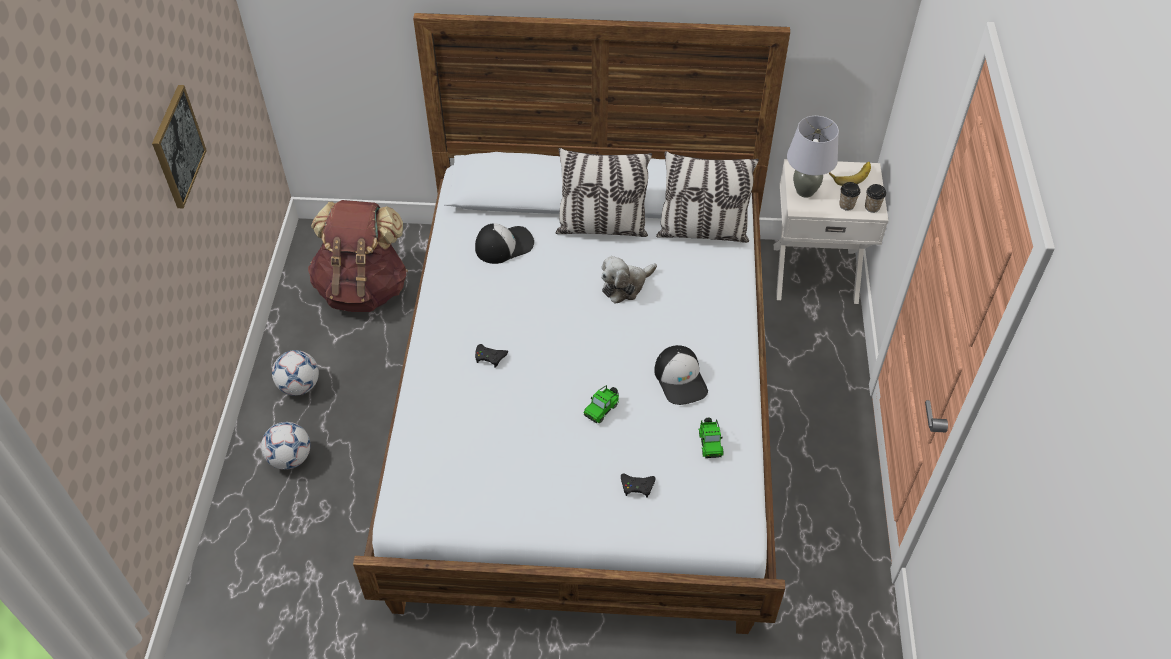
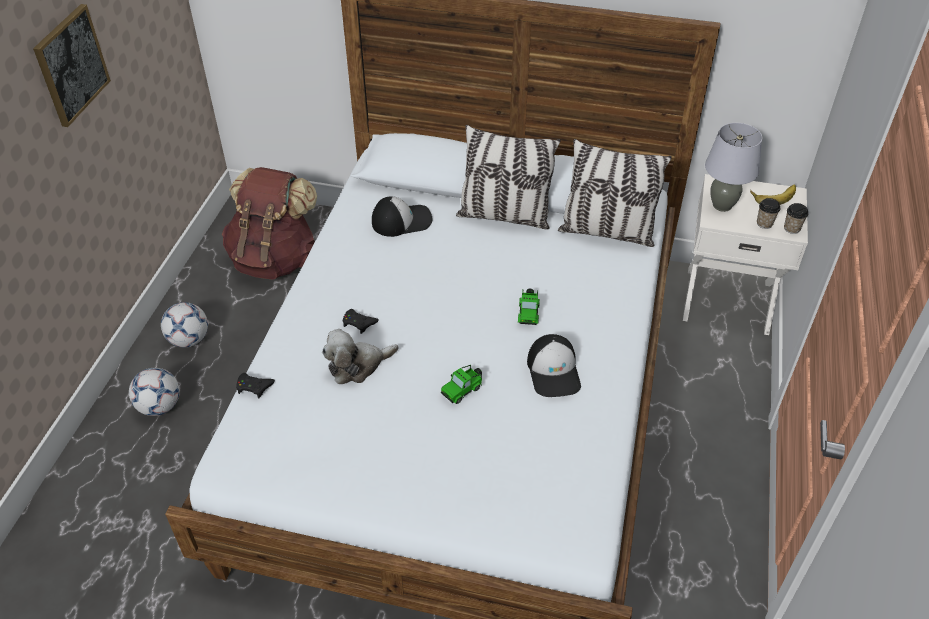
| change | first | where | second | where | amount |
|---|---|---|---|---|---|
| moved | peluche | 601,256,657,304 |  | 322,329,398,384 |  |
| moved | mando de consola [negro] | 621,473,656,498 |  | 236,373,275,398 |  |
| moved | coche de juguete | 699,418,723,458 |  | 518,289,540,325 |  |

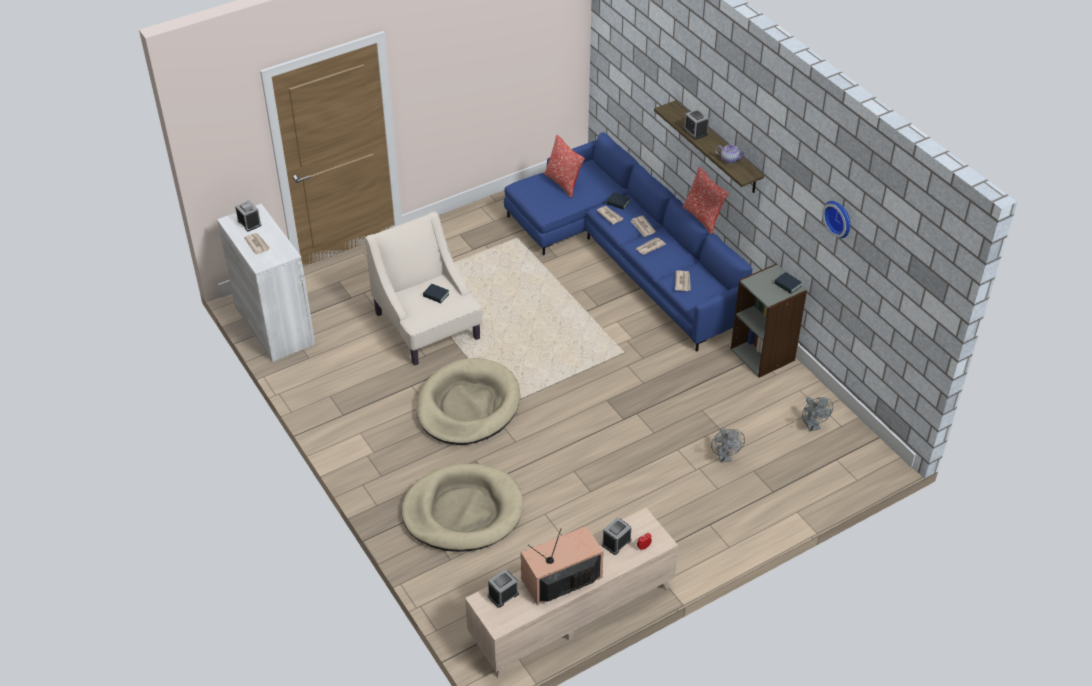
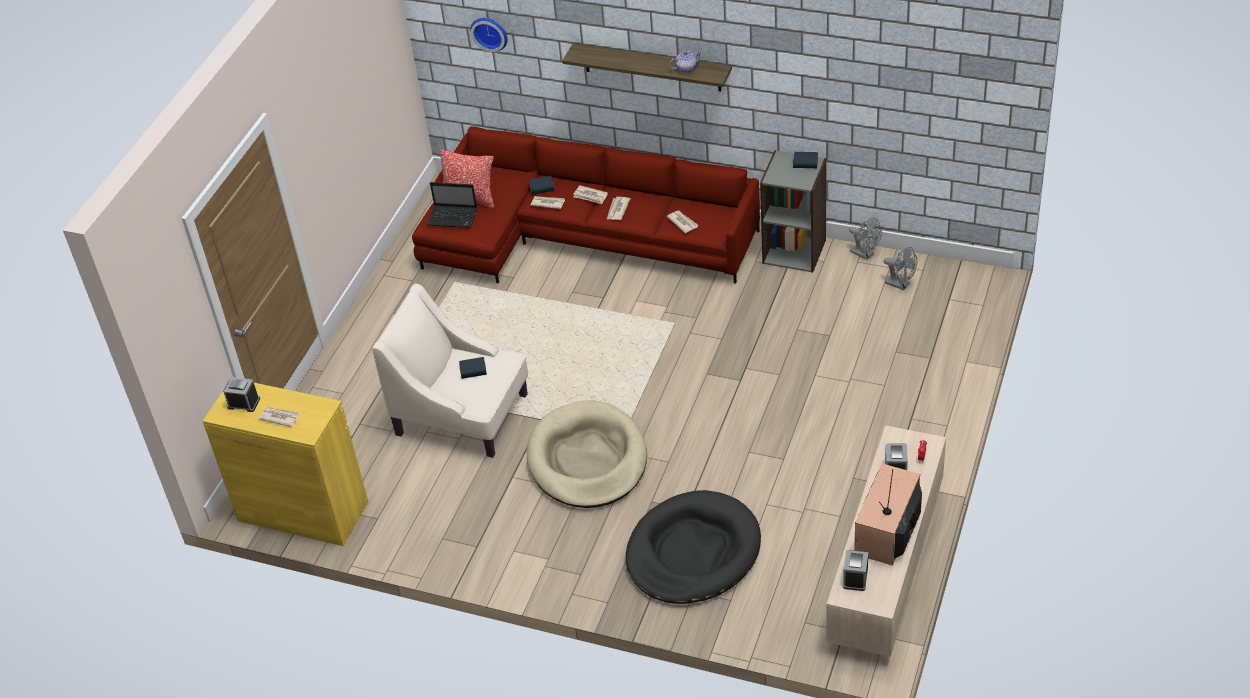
| change | first | where | second | where | amount |
|---|---|---|---|---|---|
| recoloured | armario [blanco] | 217,204,315,362 | armario [amarillo] | 203,383,368,546 |  |
| recoloured | cama para perro [beis] | 402,463,524,552 | cama para perro [negro] | 626,490,761,604 |  |
| recoloured | sofá [azul] | 504,132,752,352 | sofá [rojo] | 412,126,760,284 |  |
| removed | cojín | 683,167,729,235 |  |  |  |
| removed | despertador | 684,109,709,140 |  |  |  |
| moved | ventilador [gris] | 711,427,745,463 |  | 849,217,882,260 |  |
| moved | reloj de pared | 822,201,850,238 |  | 470,18,508,52 |  |
| added |  |  | portátil | 427,182,477,228 |  |

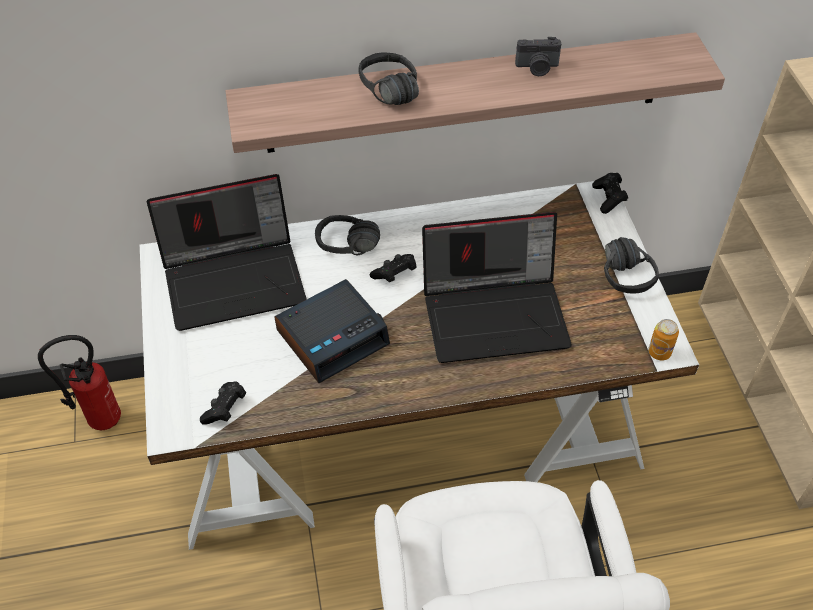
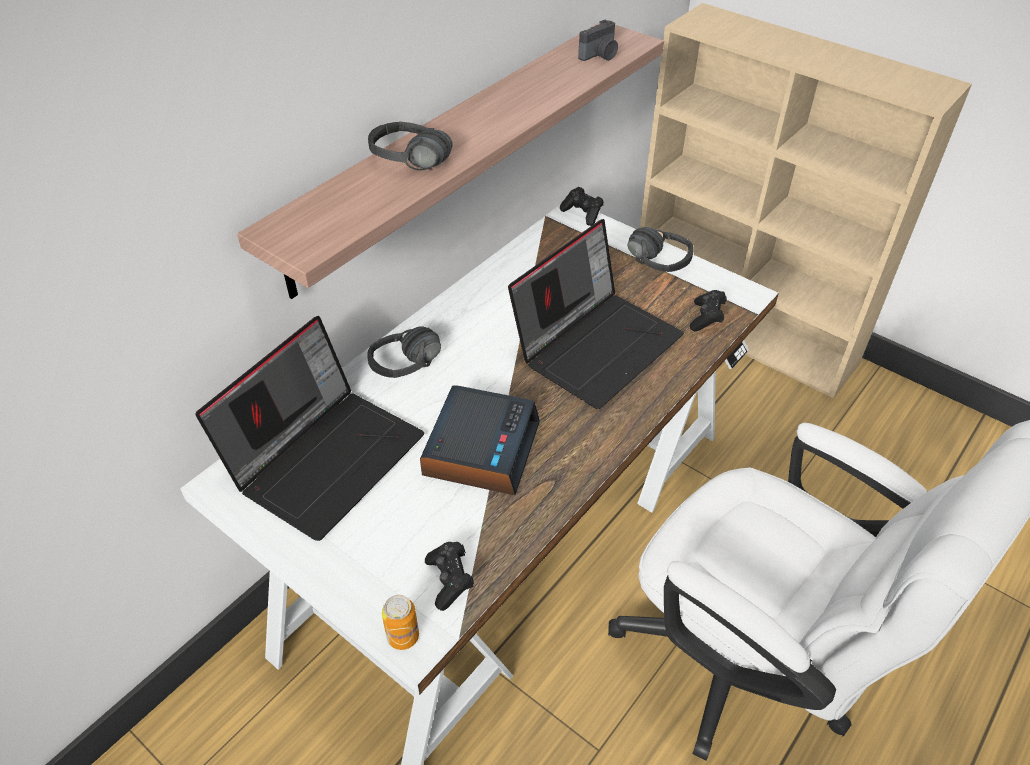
| change | first | where | second | where | amount |
|---|---|---|---|---|---|
| removed | extintor | 38,335,121,431 |  |  |  |
| moved | mando de consola [negro] | 370,254,417,282 |  | 690,290,727,331 |  |
| moved | cámara | 515,37,561,76 |  | 578,19,618,61 |  |
| moved | lata | 648,319,679,361 |  | 382,595,419,650 |  |

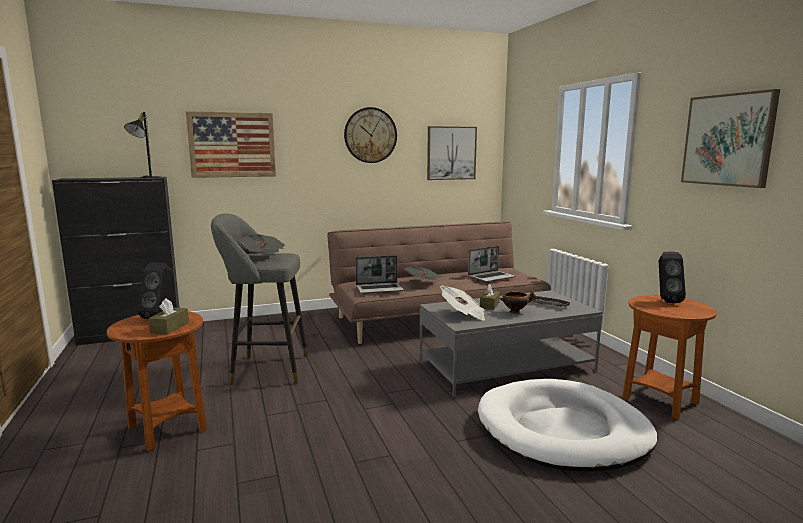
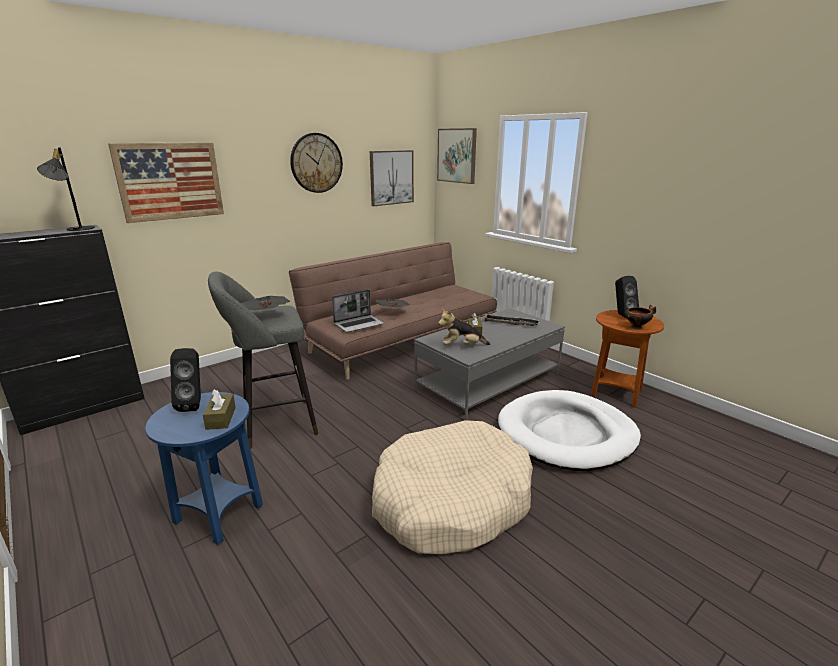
| change | first | where | second | where | amount |
|---|---|---|---|---|---|
| recoloured | mesa auxiliar [marrón] | 107,311,207,451 | mesa auxiliar [azul] | 145,392,263,545 |  |
| replaced | periódico | 440,286,485,321 | peluche | 438,309,490,345 |  |
| removed | portátil | 468,246,516,282 |  |  |  |
| moved | cuenco | 500,290,537,314 |  | 625,305,656,329 |  |
| moved | cuadro | 681,89,780,188 |  | 437,128,477,184 |  |
| added |  |  | cama para perro [beis] | 372,420,533,554 |  |

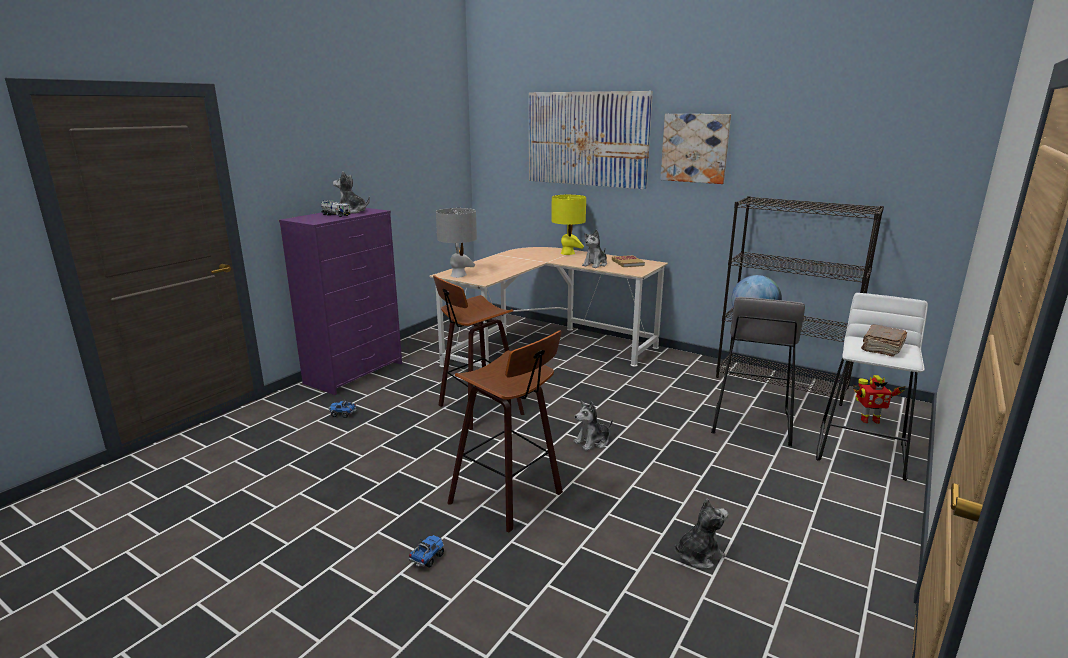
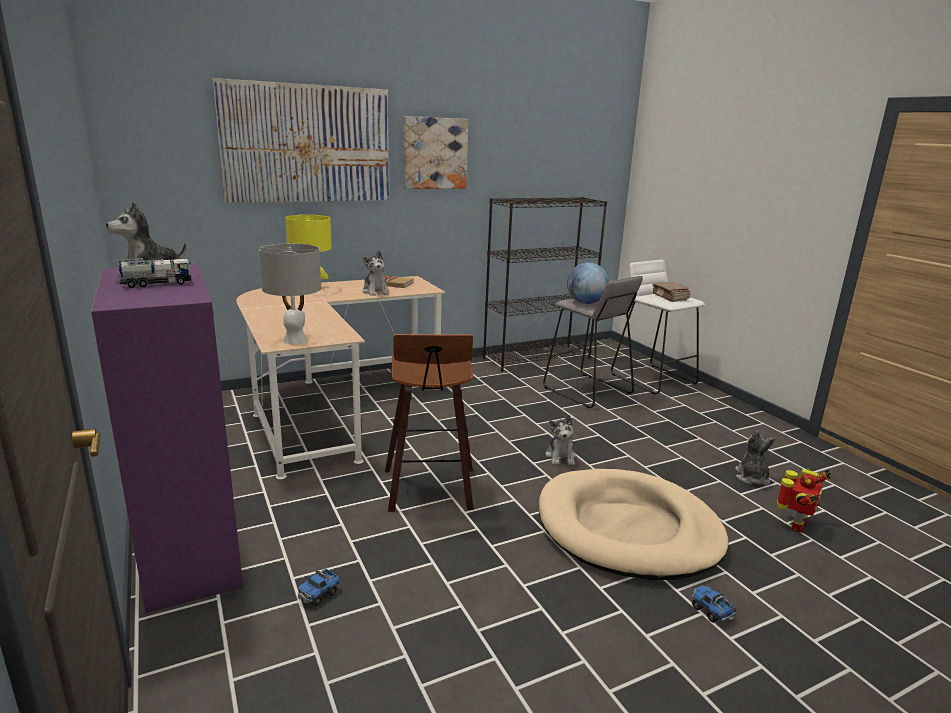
| change | first | where | second | where | amount |
|---|---|---|---|---|---|
| replaced | taburete | 447,330,563,533 | cama para perro [beis] | 539,469,728,580 |  |
| moved | robot de juguete | 853,375,906,424 |  | 777,469,831,533 |  |

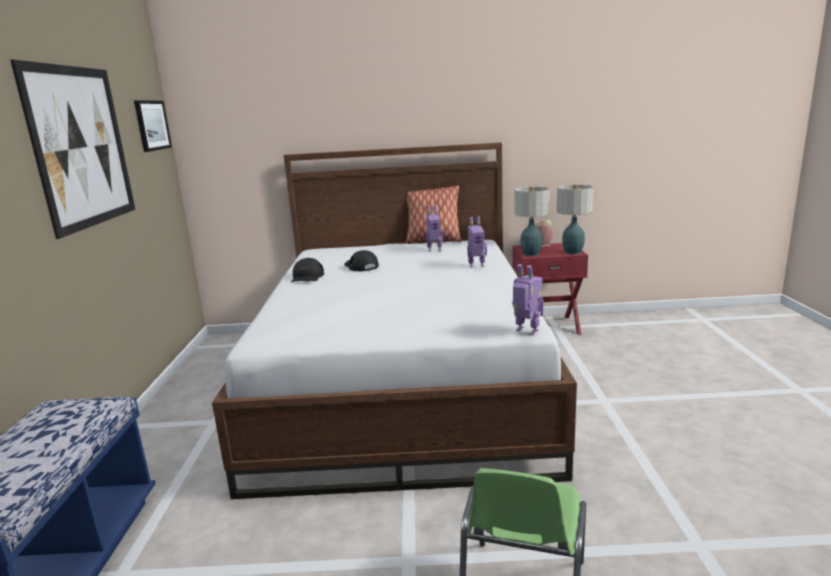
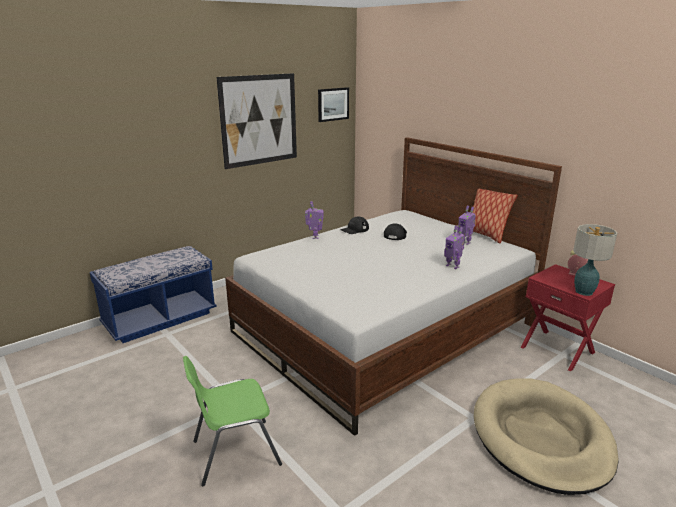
| change | first | where | second | where | amount |
|---|---|---|---|---|---|
| moved | robot de juguete | 512,264,544,334 |  | 305,201,324,239 |  |
| removed | lámpara de mesa | 514,186,550,256 |  |  |  |
| added |  |  | cama para perro [beis] | 474,378,619,495 |  |

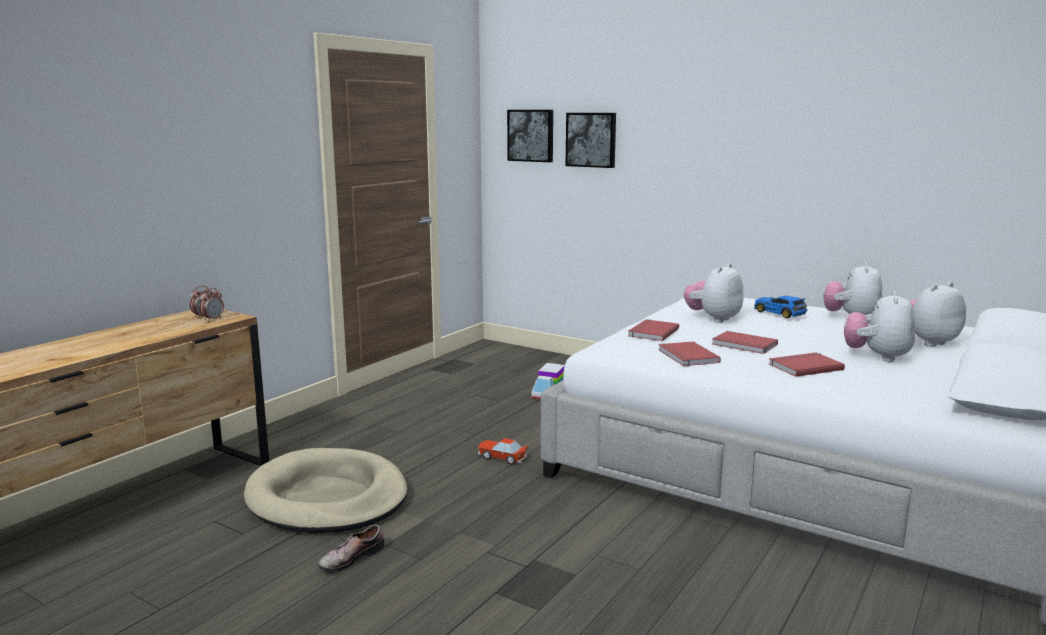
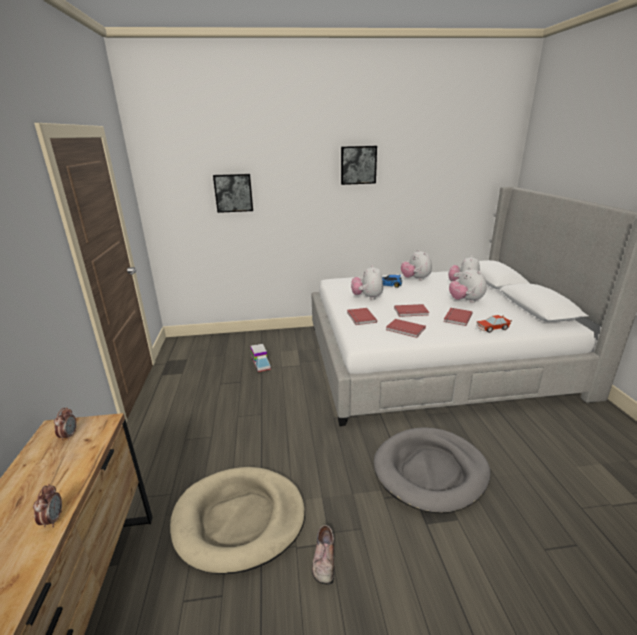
| change | first | where | second | where | amount |
|---|---|---|---|---|---|
| moved | despertador | 199,288,224,321 |  | 33,484,62,527 |  |
| moved | coche de juguete | 478,438,529,465 |  | 476,315,512,333 |  |
| moved | cuadro | 507,110,553,162 |  | 341,146,377,185 |  |
| added |  |  | cama para perro [gris] | 374,427,490,513 |  |

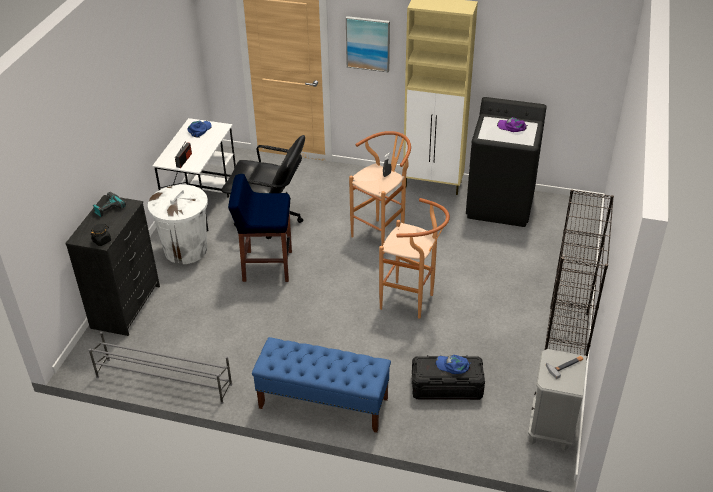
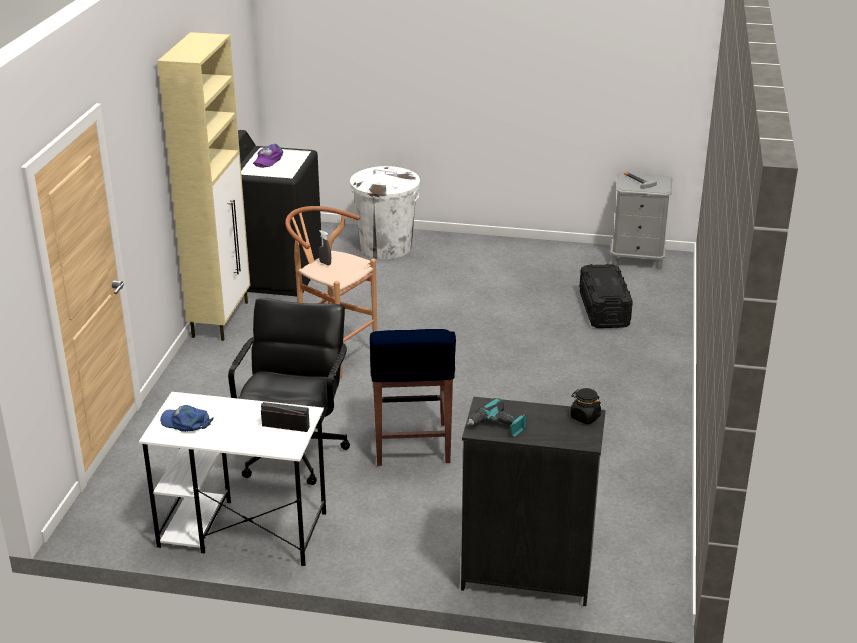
| change | first | where | second | where | amount |
|---|---|---|---|---|---|
| removed | zapatero [gris] | 89,332,232,404 |  |  |  |
| moved | papelera [blanco] | 148,184,208,264 |  | 350,166,420,259 |  |
| removed | banco [azul] | 252,337,391,433 |  |  |  |
| removed | cuadro | 346,16,390,72 |  |  |  |
| removed | taburete [marrón] | 379,198,450,319 |  |  |  |
| removed | gorra [azul] | 435,355,471,374 |  |  |  |
| removed | estantería [negro] | 545,190,614,362 |  |  |  |

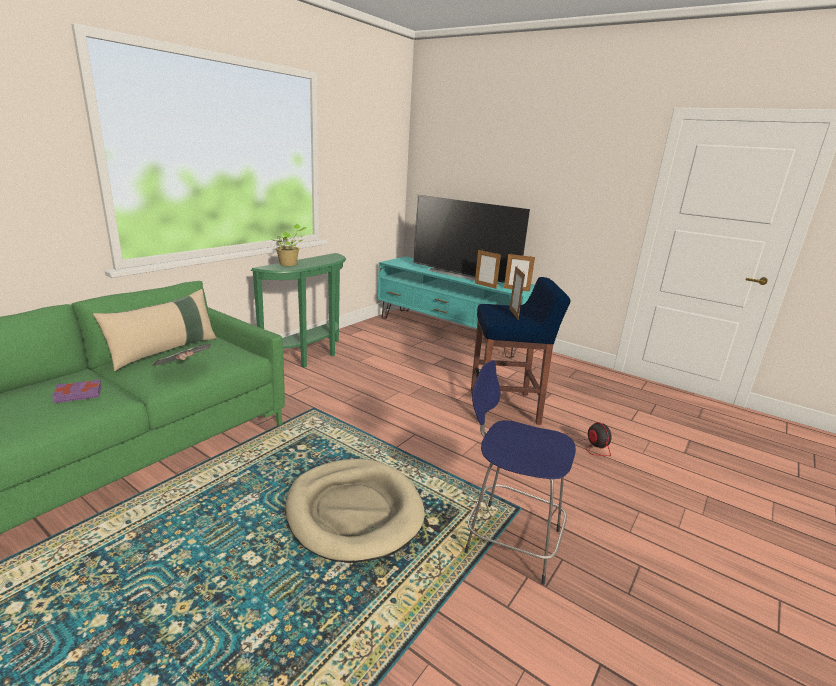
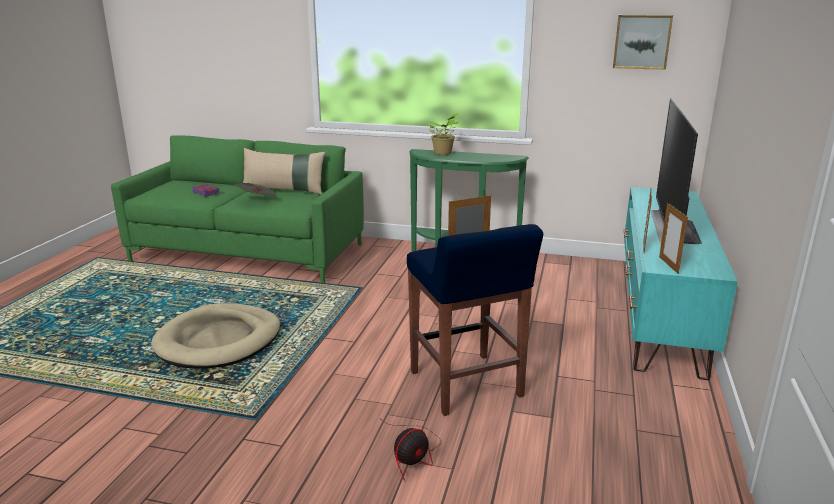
| change | first | where | second | where | amount |
|---|---|---|---|---|---|
| removed | taburete [azul] | 465,360,576,585 |  |  |  |
| added |  |  | cuadro | 613,15,673,70 |  |

